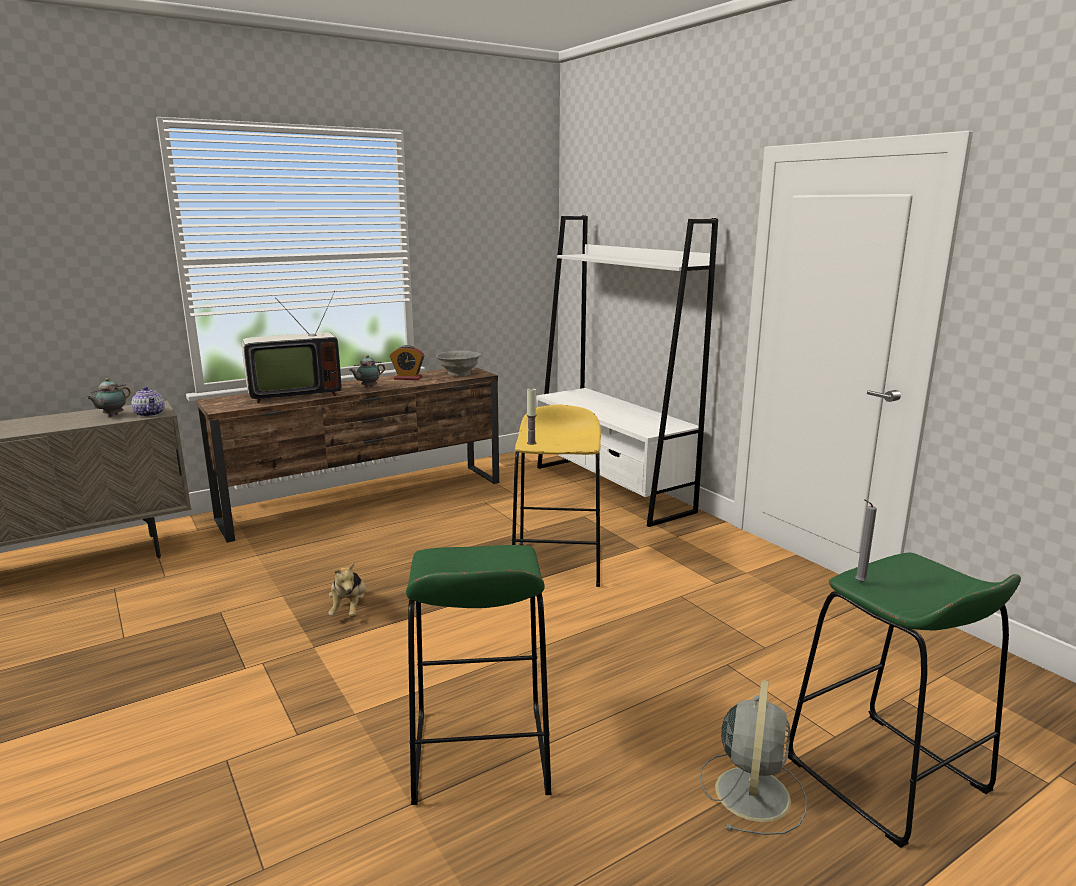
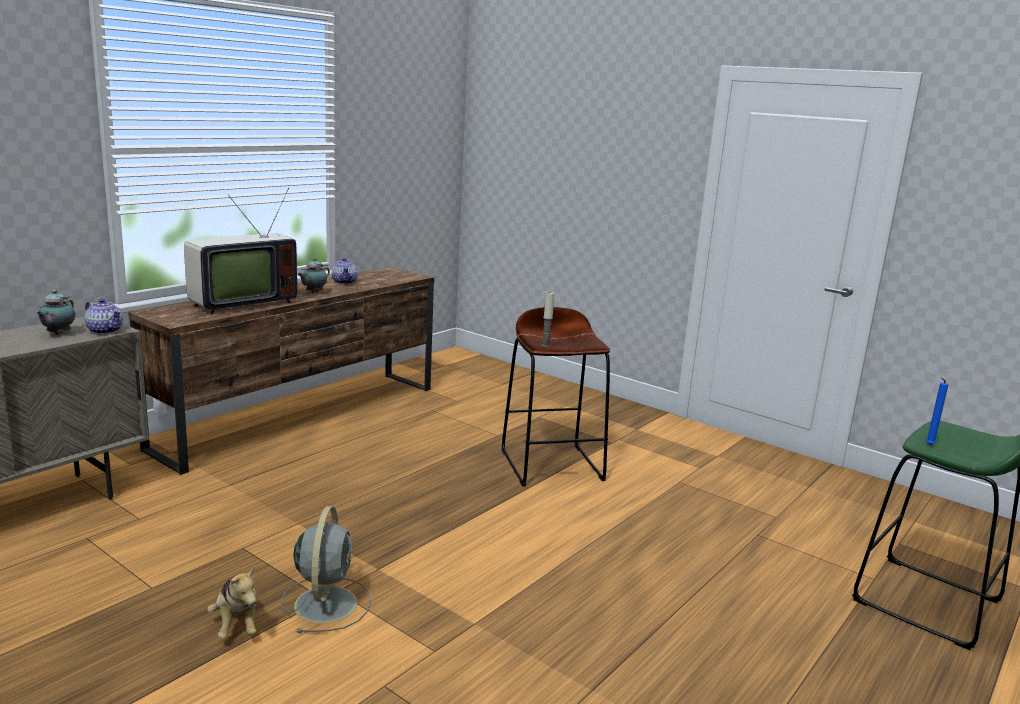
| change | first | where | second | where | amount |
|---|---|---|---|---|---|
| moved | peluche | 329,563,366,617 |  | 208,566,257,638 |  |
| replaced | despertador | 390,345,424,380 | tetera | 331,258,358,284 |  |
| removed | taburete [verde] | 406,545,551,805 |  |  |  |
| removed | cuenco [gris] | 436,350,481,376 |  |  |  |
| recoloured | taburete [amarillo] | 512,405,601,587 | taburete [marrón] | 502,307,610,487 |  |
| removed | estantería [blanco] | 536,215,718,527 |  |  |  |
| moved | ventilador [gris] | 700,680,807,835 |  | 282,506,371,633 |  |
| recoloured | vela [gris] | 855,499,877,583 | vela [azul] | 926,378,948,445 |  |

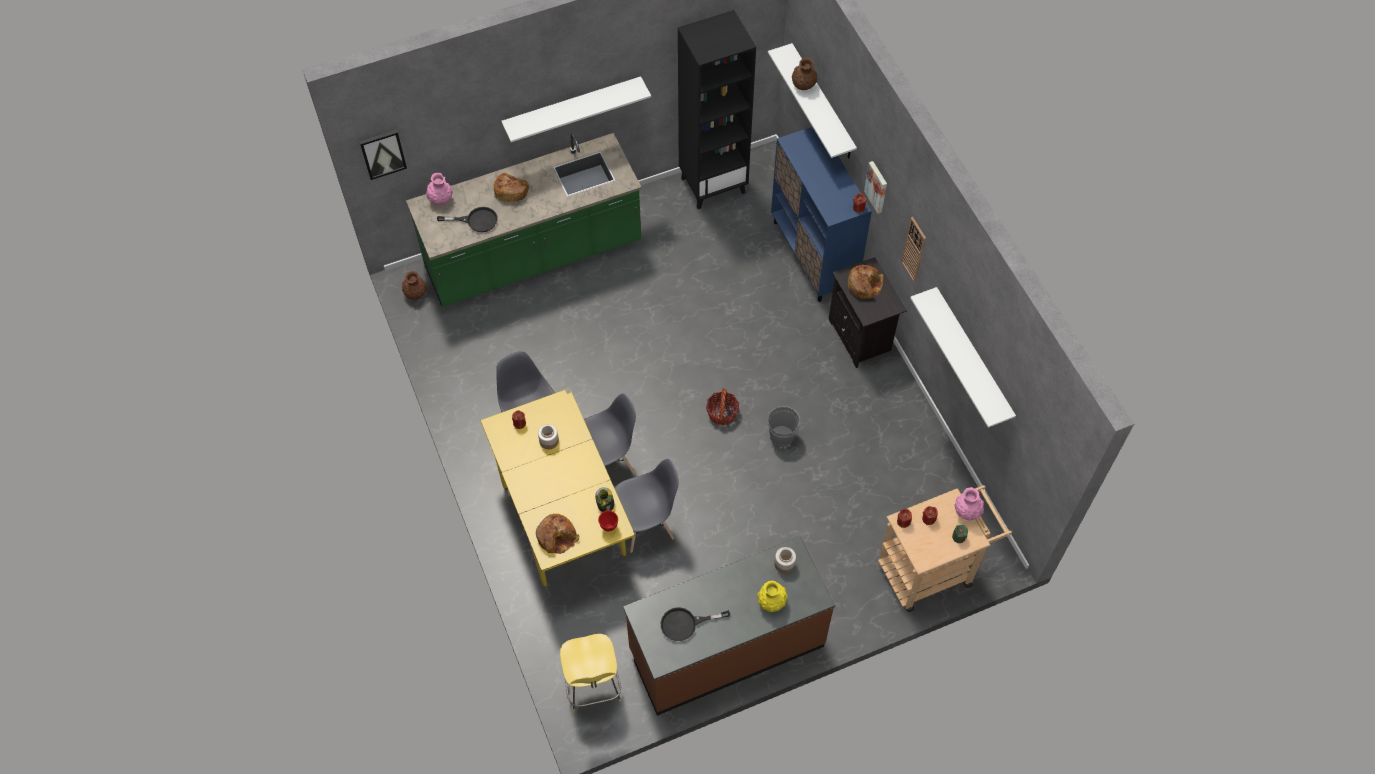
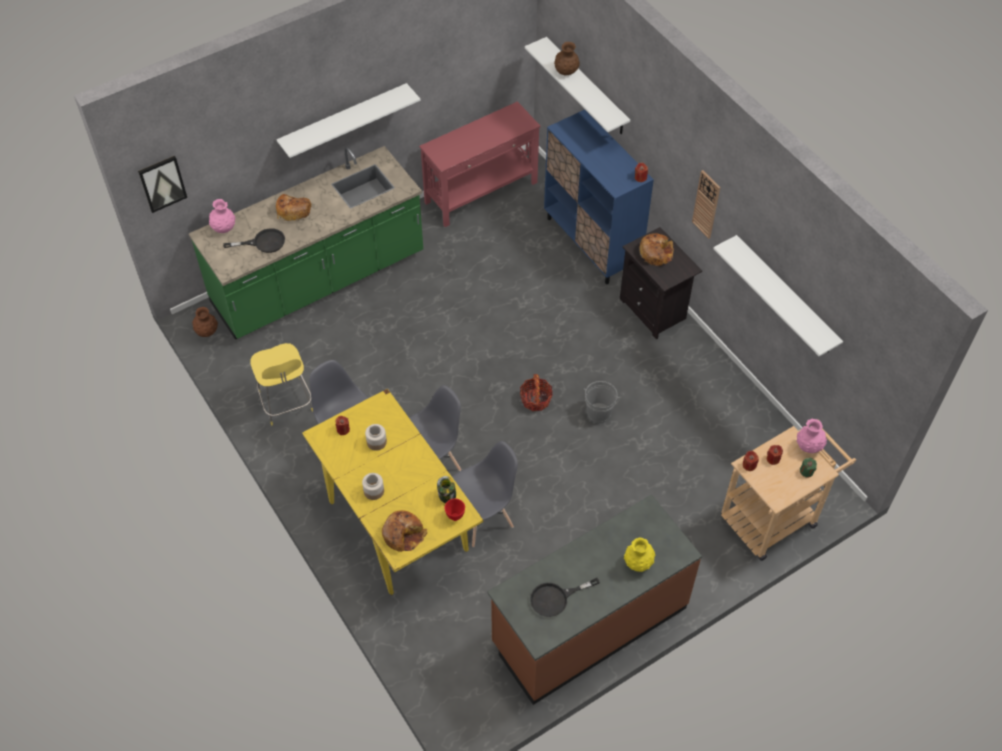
| change | first | where | second | where | amount |
|---|---|---|---|---|---|
| moved | taburete [amarillo] | 560,634,621,712 |  | 250,343,313,426 |  |
| replaced | estantería [negro] | 678,10,756,209 | mesa consola [rojo] | 419,101,541,227 |  |
| moved | tarro | 774,547,796,573 |  | 362,473,384,500 |  |
| removed | cuadro | 864,161,887,214 |  |  |  |

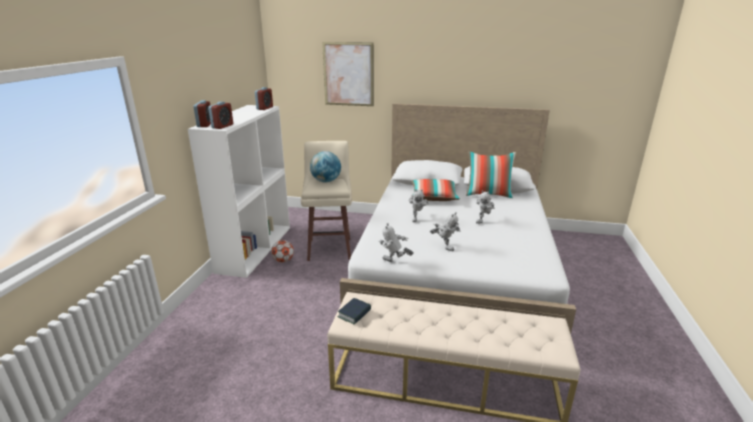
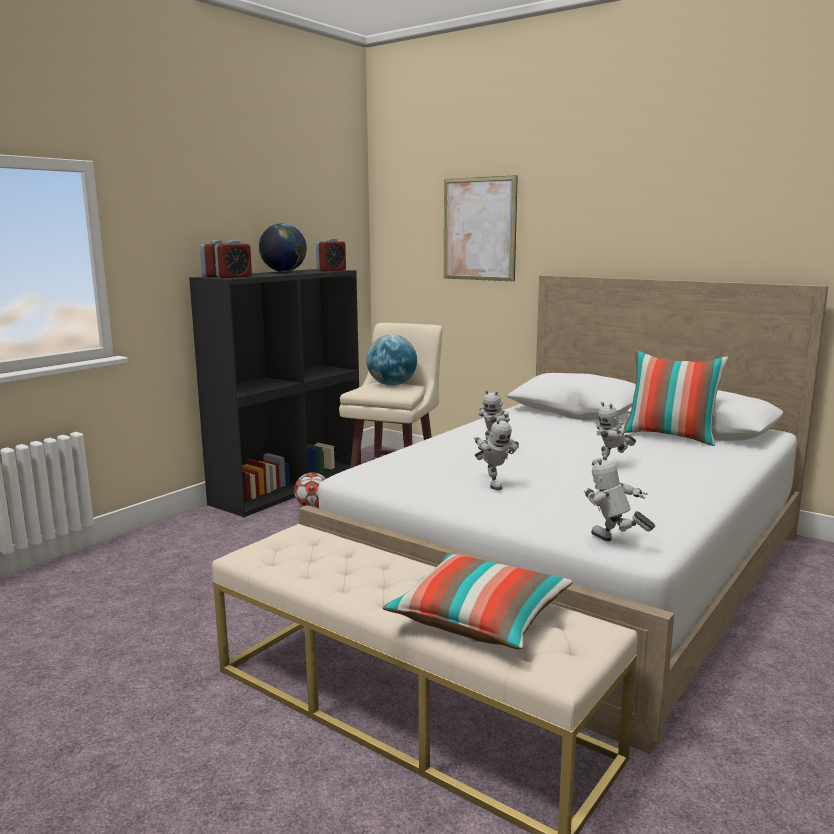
| change | first | where | second | where | amount |
|---|---|---|---|---|---|
| recoloured | estantería [blanco] | 188,105,290,278 | estantería [negro] | 189,269,361,517 |  |
| removed | libro | 338,298,371,325 |  |  |  |
| moved | robot de juguete | 379,223,414,262 |  | 584,455,655,541 |  |
| moved | cojín | 411,179,460,201 |  | 383,553,573,649 |  |
| added |  |  | globo terráqueo | 259,223,307,272 |  |

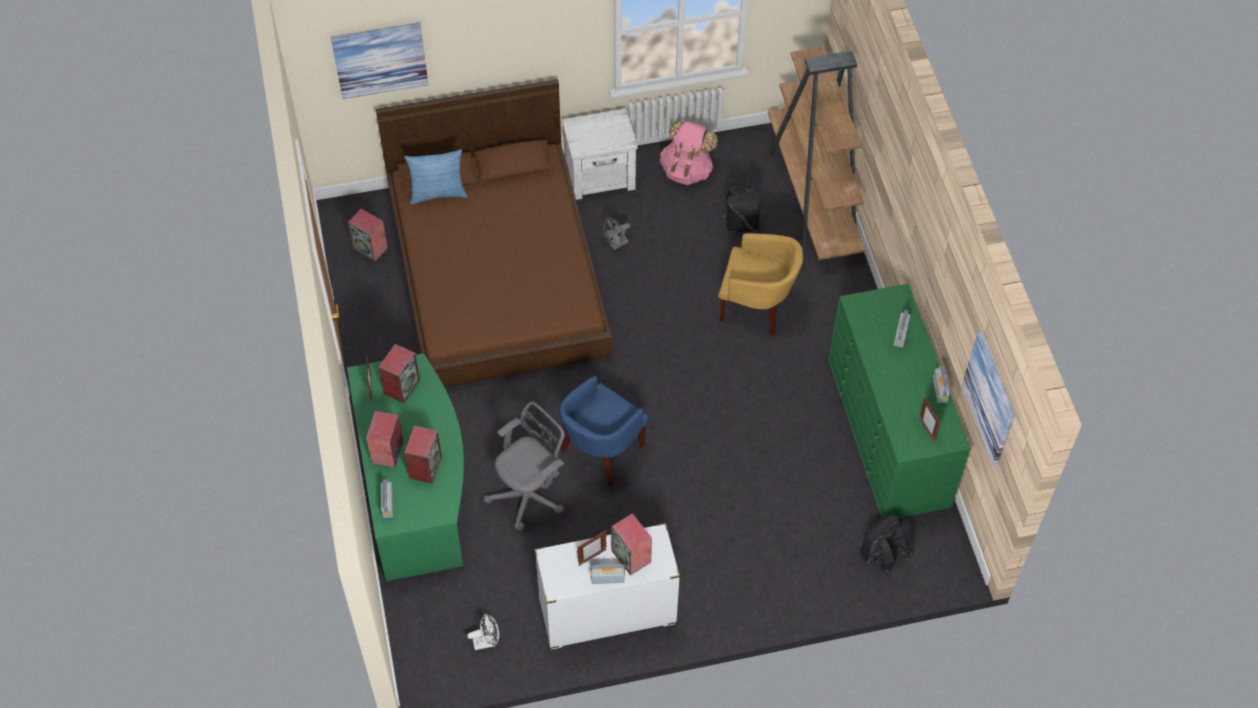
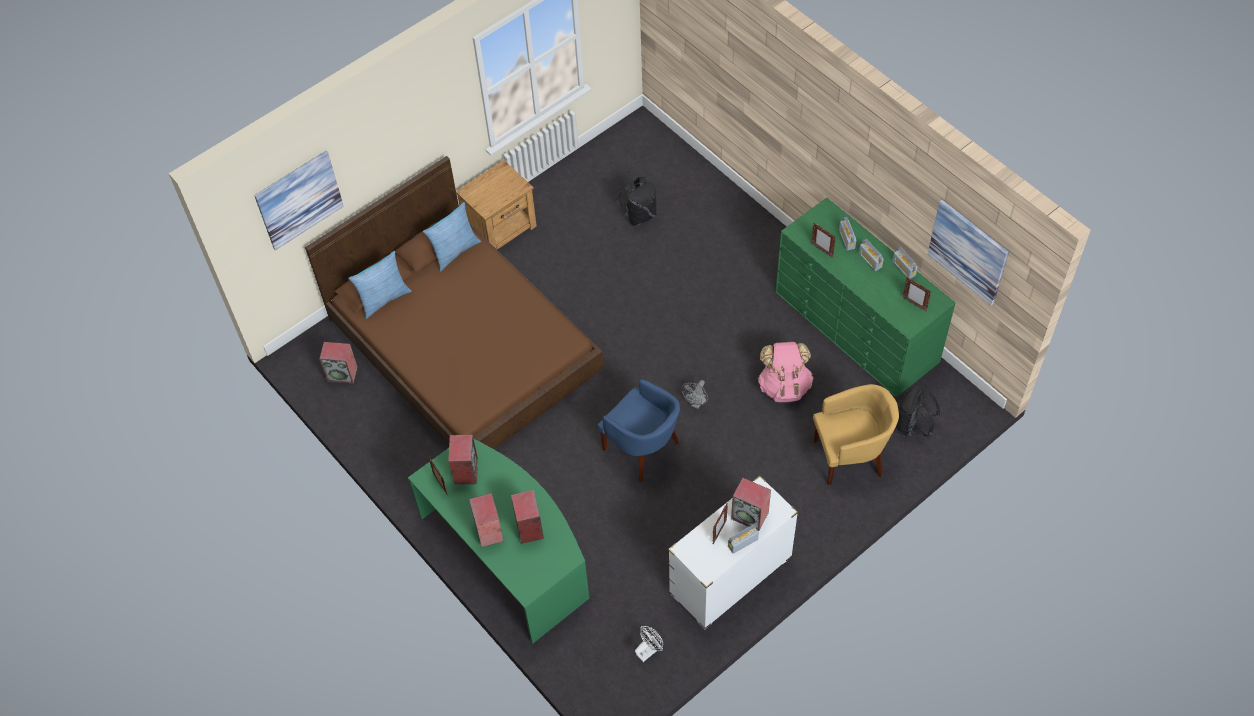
| change | first | where | second | where | amount |
|---|---|---|---|---|---|
| moved | radio | 381,479,393,518 |  | 859,239,884,271 |  |
| removed | silla de oficina [gris] | 483,401,565,530 |  |  |  |
| turned | sillón [azul] | 559,376,649,486 |  | 597,379,680,482 | 60 degrees counterclockwise |
| recoloured | mesita de noche [blanco] | 562,109,638,200 | mesita de noche [marrón] | 456,160,537,250 |  |
| moved | ventilador [gris] | 603,217,630,250 |  | 681,380,708,409 |  |
| moved | mochila [rosa] | 660,121,718,185 |  | 758,342,814,402 |  |
| moved | sillón [amarillo] | 718,233,803,337 |  | 813,384,899,485 |  |
| removed | estantería [marrón] | 768,46,865,260 |  |  |  |
| added |  |  | cojín | 423,202,481,272 |  |
| added |  |  | portarretratos | 812,223,836,258 |  |

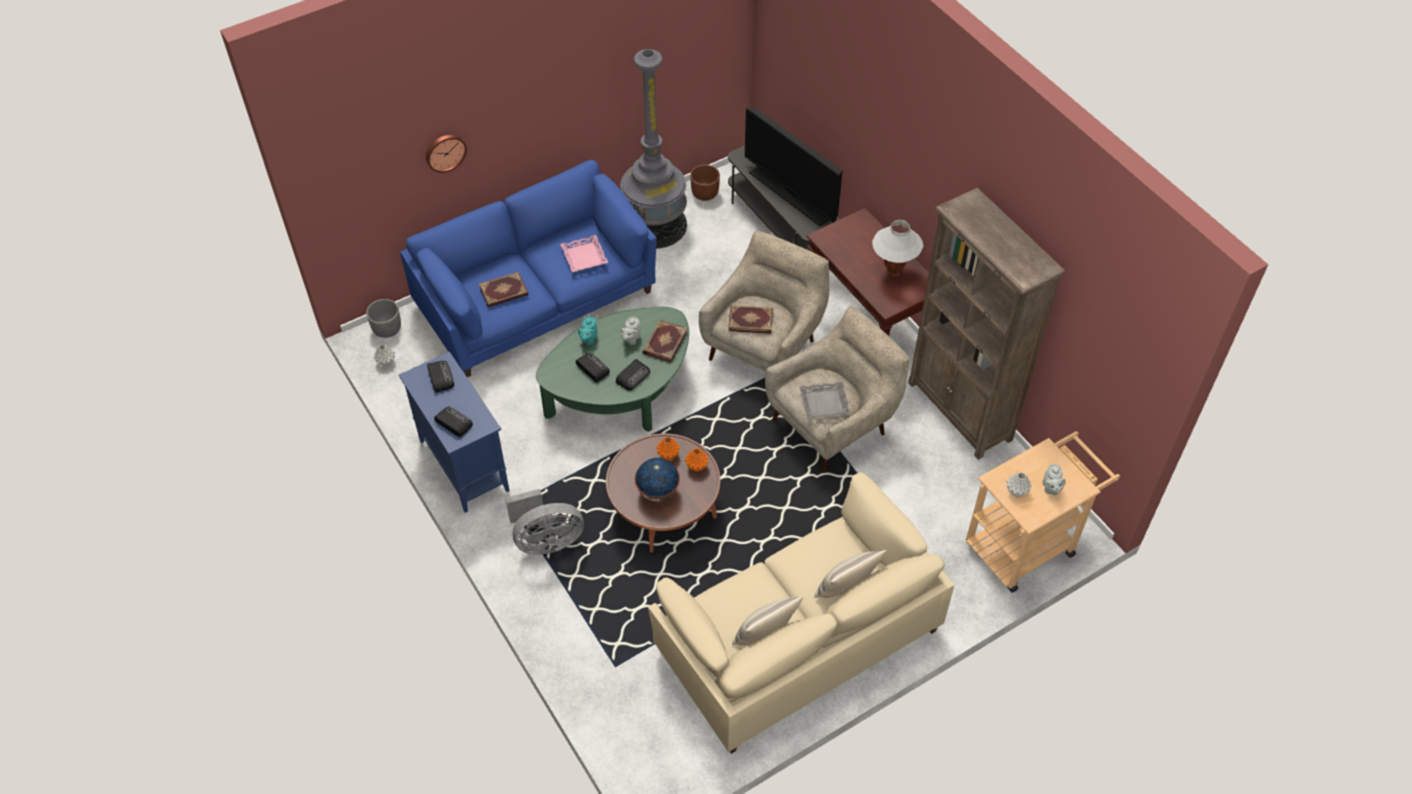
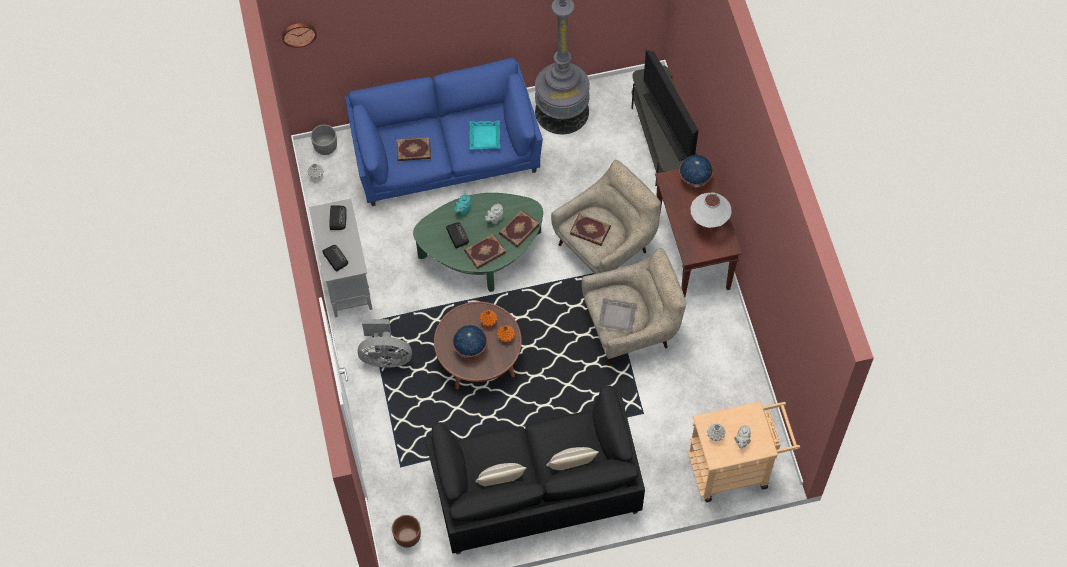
| change | first | where | second | where | amount |
|---|---|---|---|---|---|
| recoloured | armario [azul] | 399,352,510,513 | armario [gris] | 309,199,372,317 |  |
| moved | reloj de pared | 426,135,467,173 |  | 282,23,317,48 |  |
| recoloured | bandeja [rosa] | 560,235,608,272 | bandeja [turquesa] | 469,120,500,149 |  |
| replaced | radio | 616,359,650,390 | libro | 464,233,506,269 |  |
| recoloured | sofá [beis] | 648,472,954,754 | sofá [negro] | 425,385,645,554 |  |
| moved | maceta [marrón] | 690,165,720,201 |  | 392,515,421,548 |  |
| removed | estantería [marrón] | 908,188,1065,460 |  |  |  |
| added |  |  | globo terráqueo | 679,155,713,187 |  |

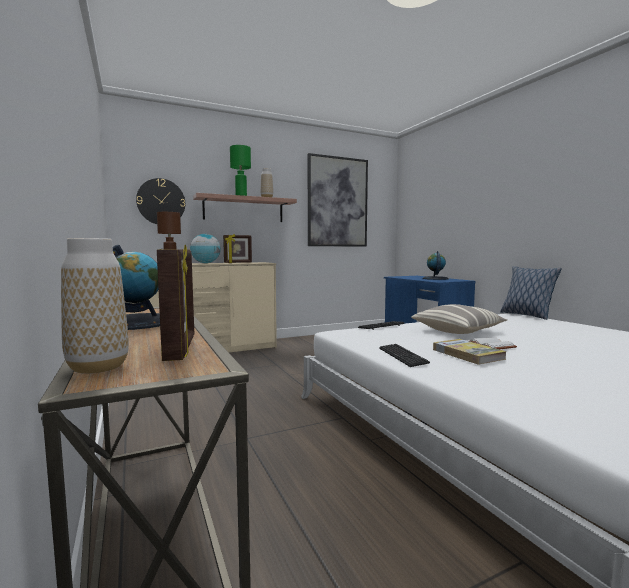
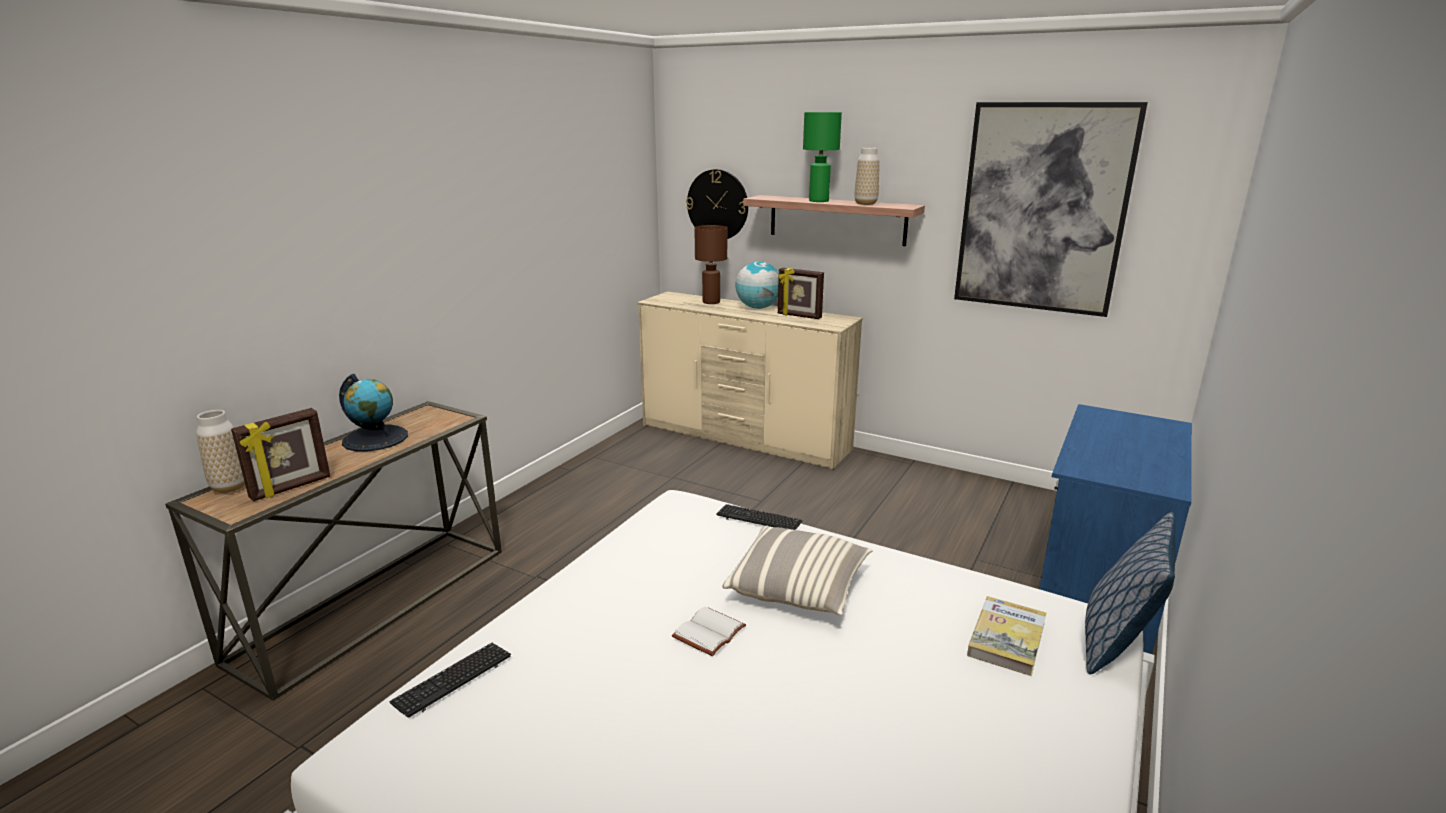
| change | first | where | second | where | amount |
|---|---|---|---|---|---|
| moved | teclado | 379,344,430,367 |  | 389,643,511,718 |  |
| removed | globo terráqueo | 423,251,449,280 |  |  |  |
| moved | libro | 433,339,507,365 |  | 967,596,1046,676 |  |

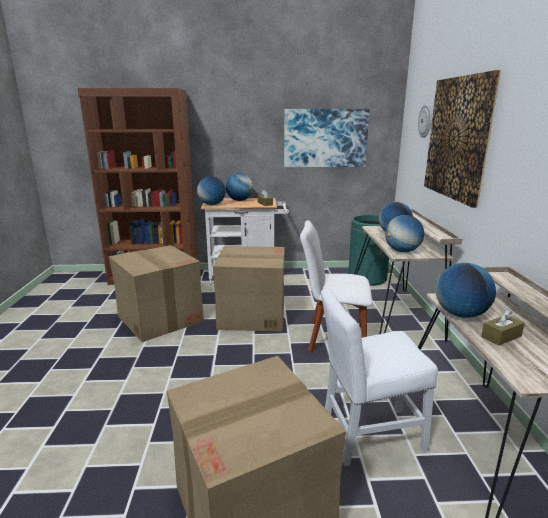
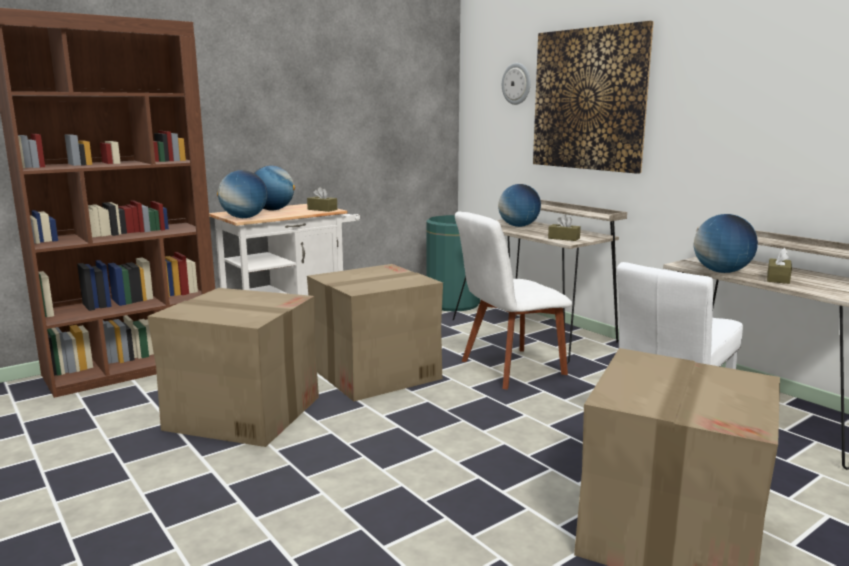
| change | first | where | second | where | amount |
|---|---|---|---|---|---|
| removed | cuadro | 284,109,370,167 |  |  |  |
| replaced | globo terráqueo | 385,215,424,252 | caja de pañuelos [marrón] | 548,214,581,241 |  |

